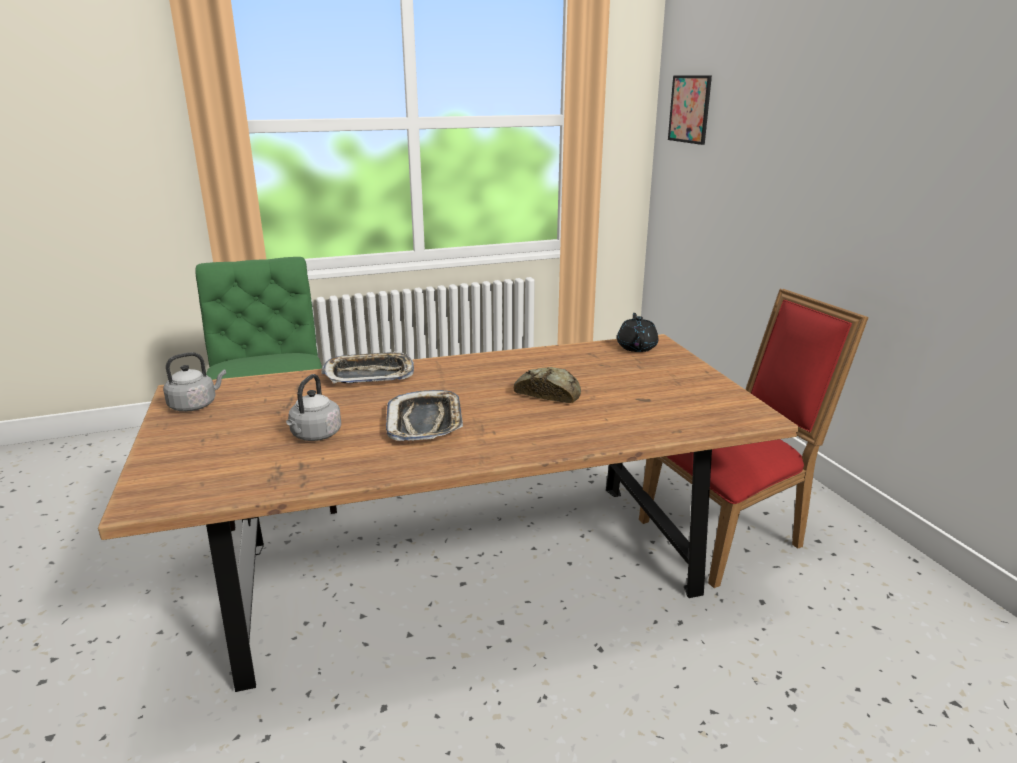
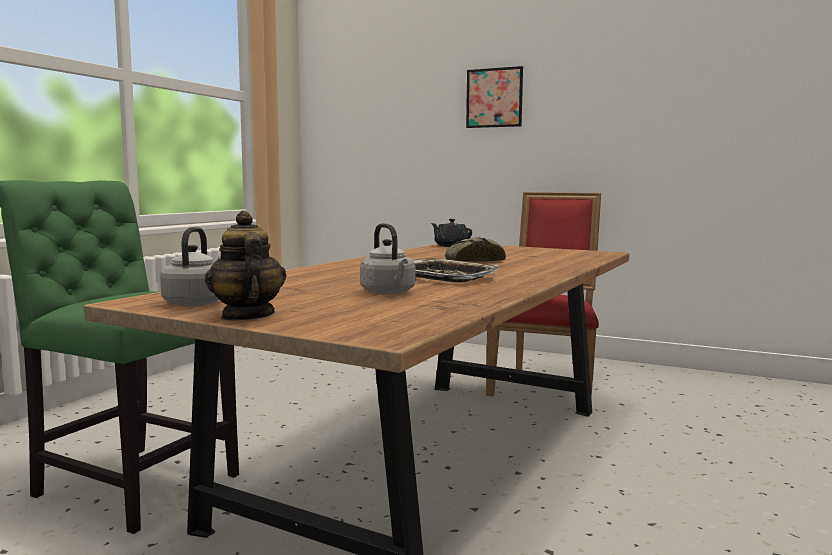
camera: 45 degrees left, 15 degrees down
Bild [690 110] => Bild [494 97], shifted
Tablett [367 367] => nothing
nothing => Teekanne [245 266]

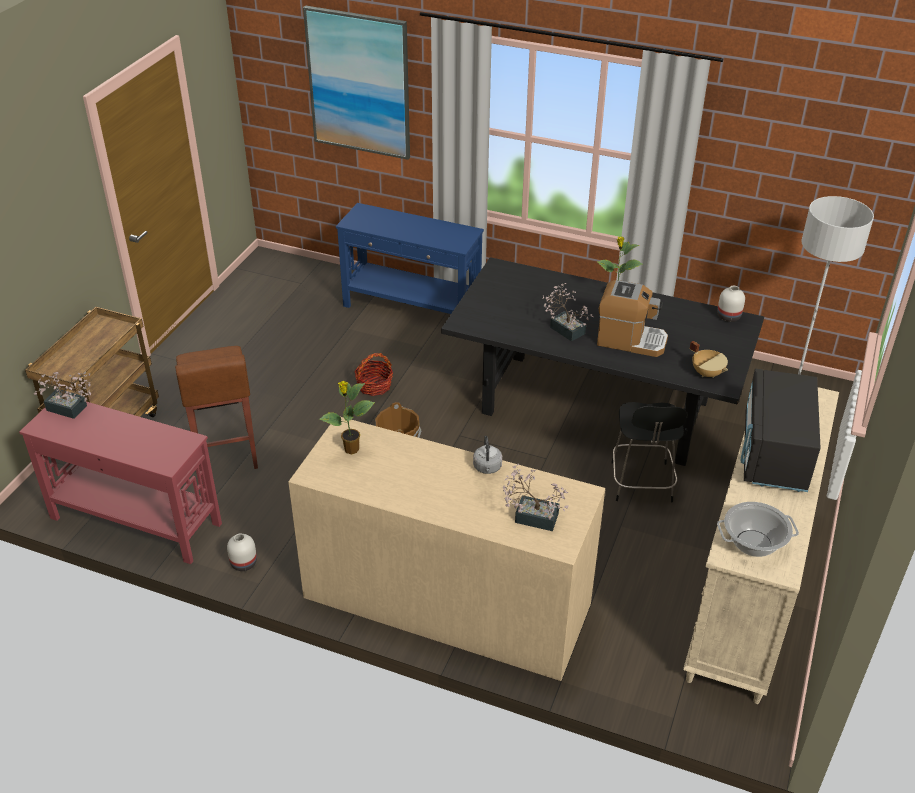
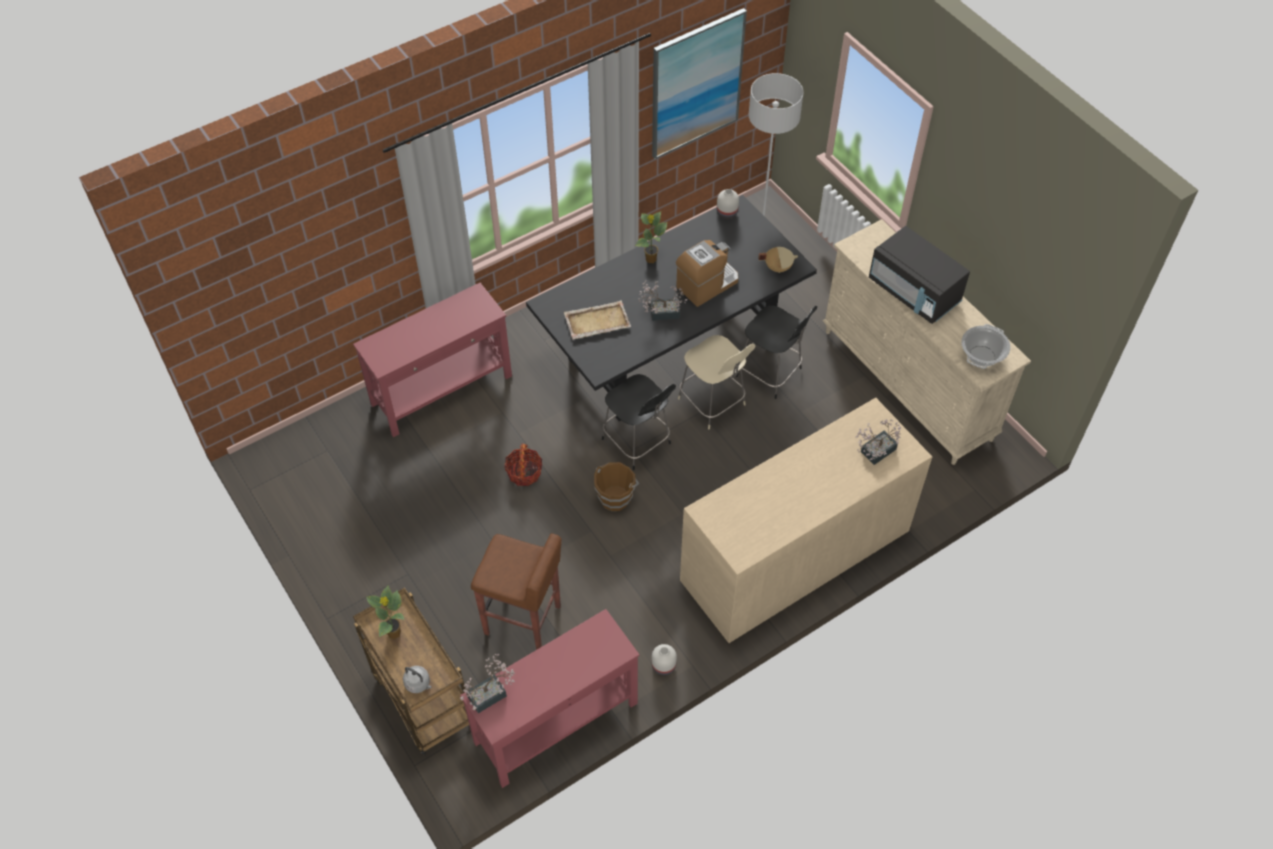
camera: 55 degrees left, 15 degrees up
Bild [356 82] => Bild [699 83], shifted
Konsolentisch (blau) [410 258] => Konsolentisch (rot) [432 360]
Topfpflanze [347 418] => Topfpflanze [385 612], shifted
Wasserkessel (grau) [487 455] => Wasserkessel (grau) [417 679], shifted
nothing => Tablett (beige) [597 319]
nothing => Stuhl (beige) [716 382]
nothing => Stuhl (schwarz) [639 422]

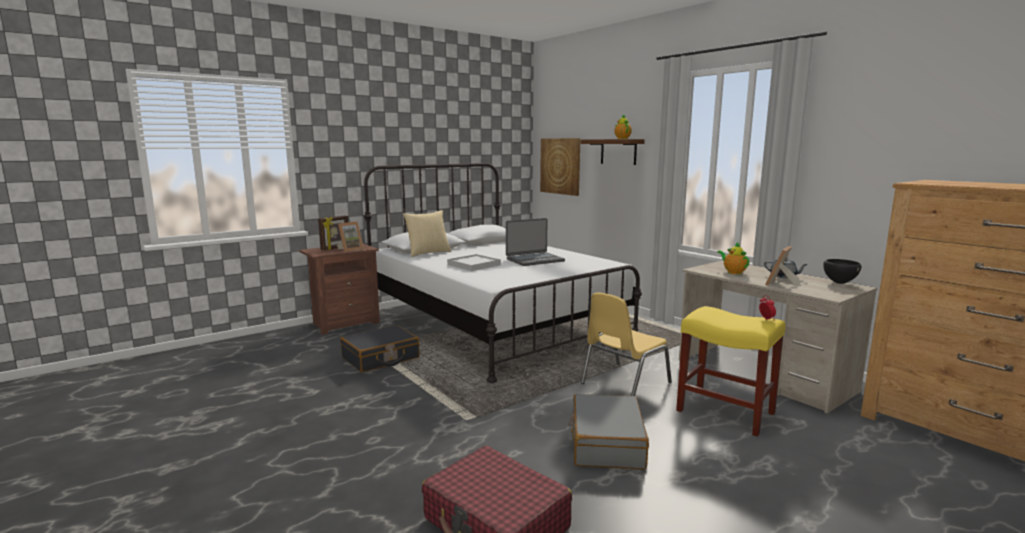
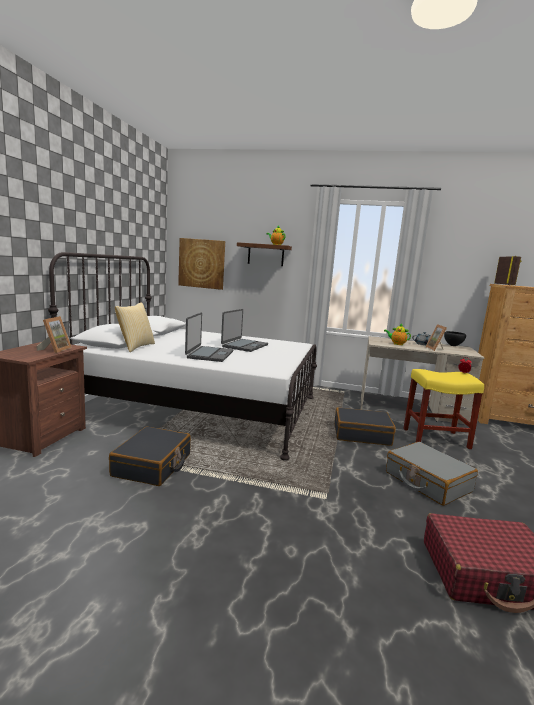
camera: 40 degrees left, 0 degrees up
Bilderrahmen [333 232] => Bilderrahmen [508 270], shifted
Tablett (weiß) [474 262] => Laptop [209 337]
Stuhl (gelb) [626 344] => Koffer (schwarz) [365 426]

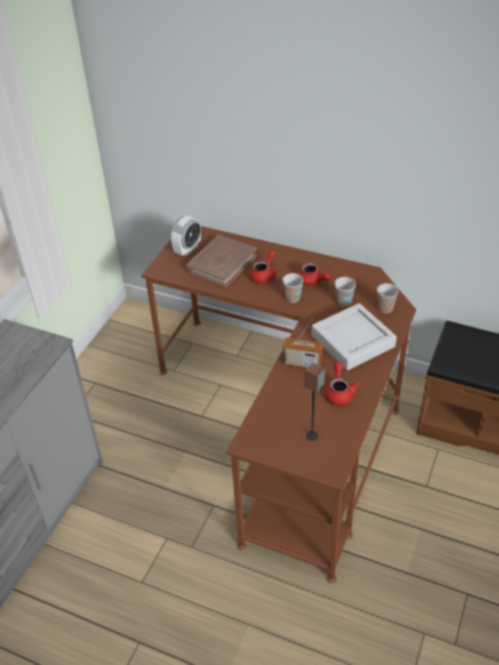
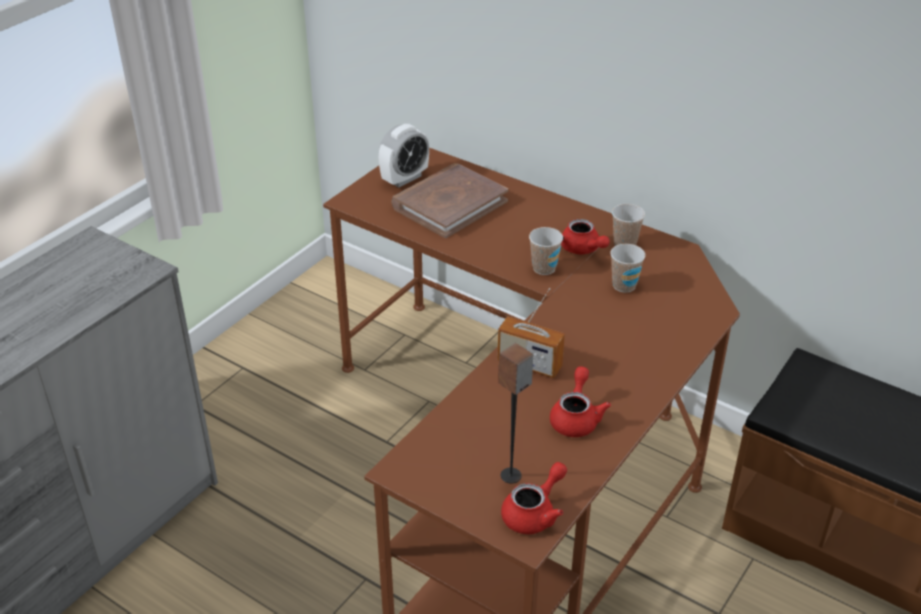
camera: 10 degrees right, 5 degrees down
Teekanne (rot) [263 267] => Teekanne (rot) [534 498], shifted
Tasse [388 298] => Tasse [628 225], shifted
Tablett (grau) [354 336] => nothing

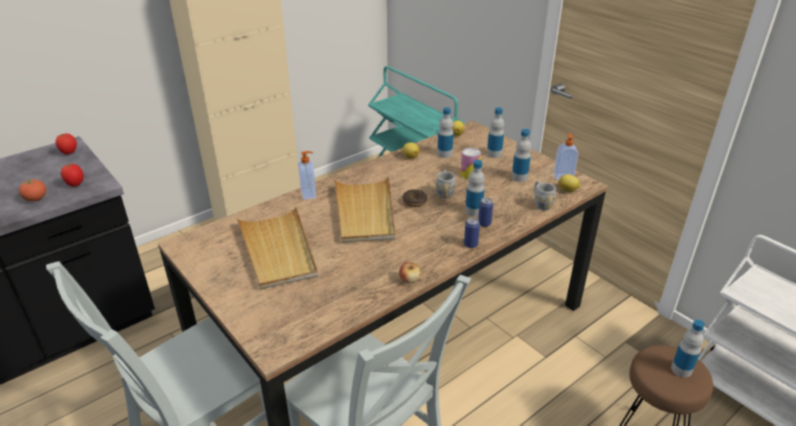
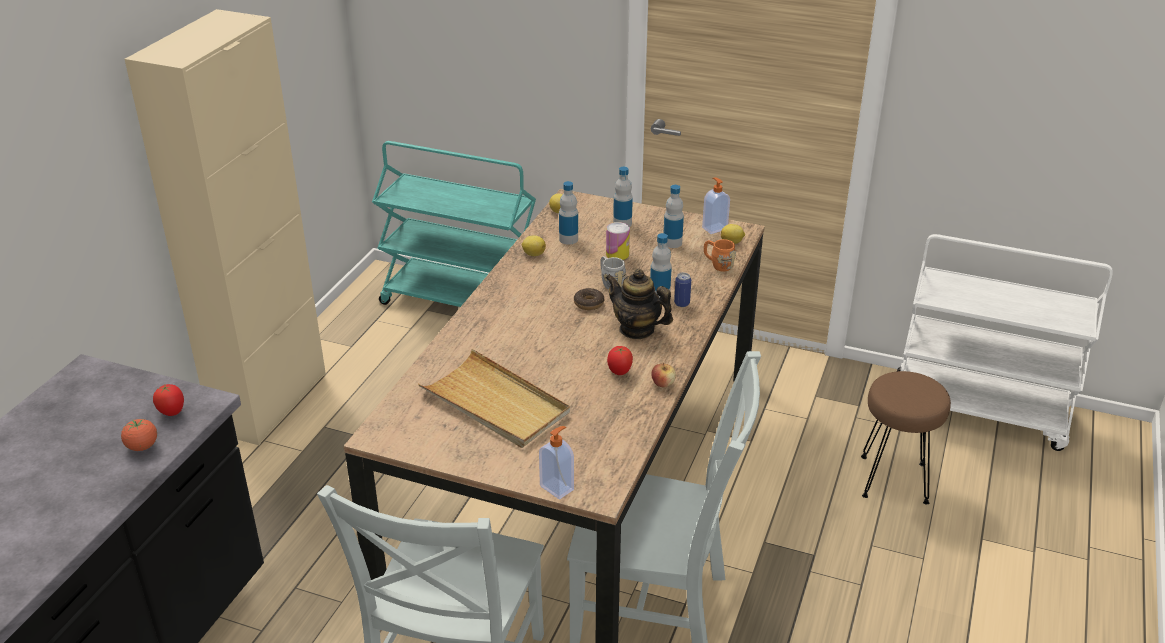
camera: 30 degrees left, 0 degrees up
Tomate [66 143] => Tomate [620 360], shifted
Seifenspender [307 175] => Seifenspender [556 462], shifted
Tablett (beige) [364 209] => nothing
Henkelbecher (grau) [545 195] => Henkelbecher (orange) [720 255]
Dose [472 232] => nothing
Flasche [688 348] => nothing
nothing => Teekanne [639 304]

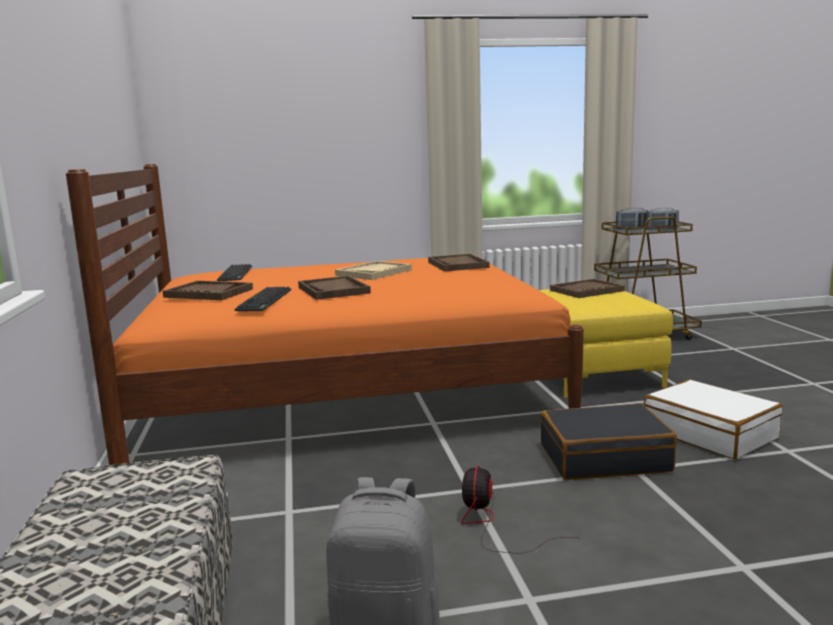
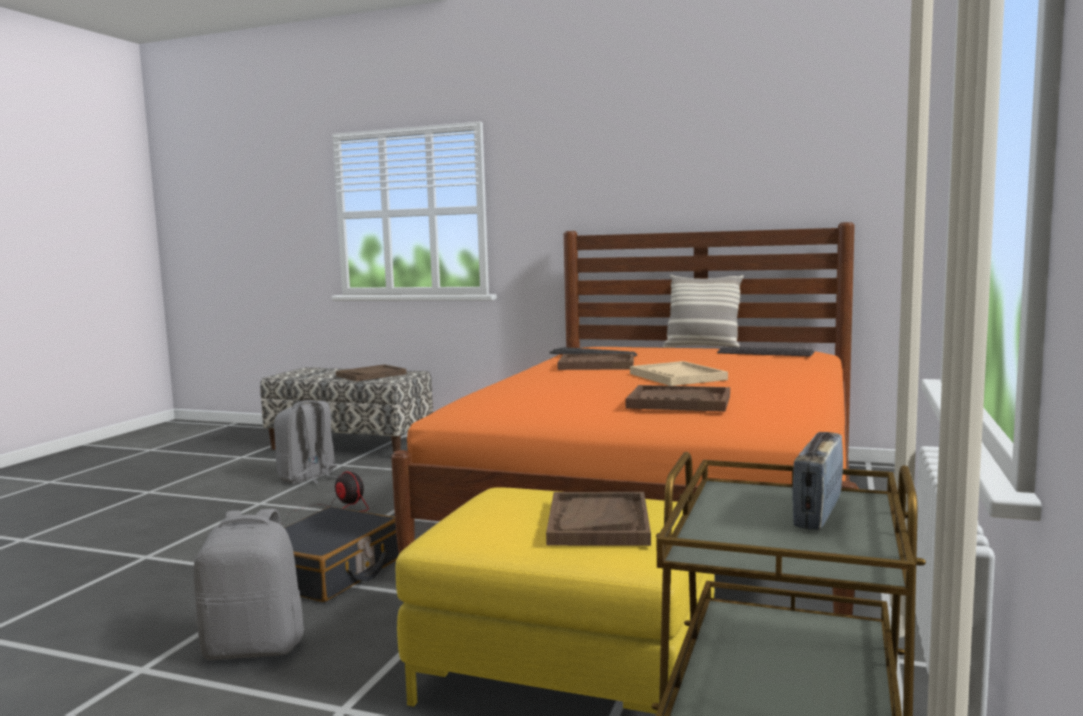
camera: 120 degrees right, 5 degrees down
Radio [662 219] => nothing
Tablett (braun) [208 290] => Tablett (braun) [371 372], shifted
Koffer (weiß) [713 419] => Rucksack (grau) [248 584]
nothing => Kissen [703 311]

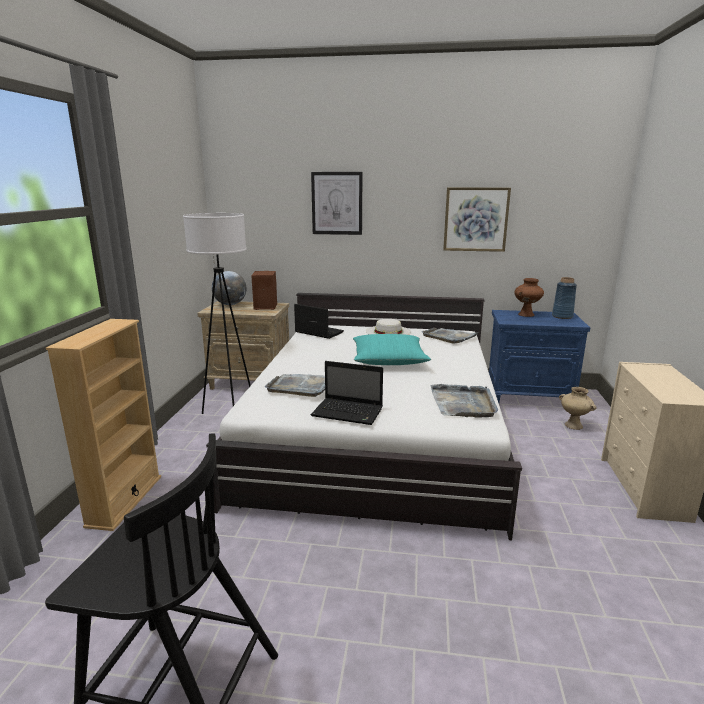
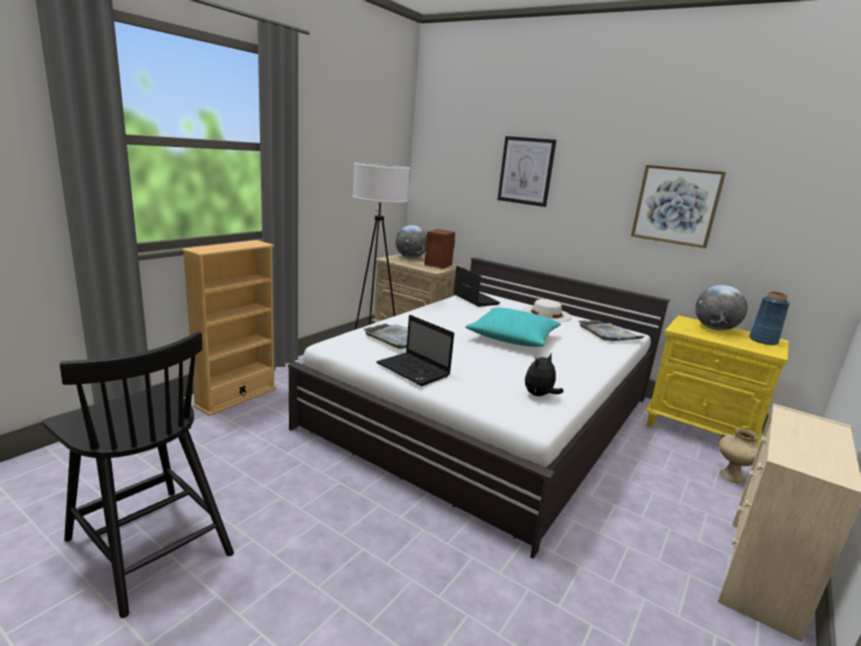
camera: 25 degrees right, 0 degrees up
Vase (braun) [529 297] => Globus [721 308]
Nachttisch (blau) [539 356] => Nachttisch (gelb) [717 380]
Tablett (grau) [464 401] => Plüschtier [544 375]

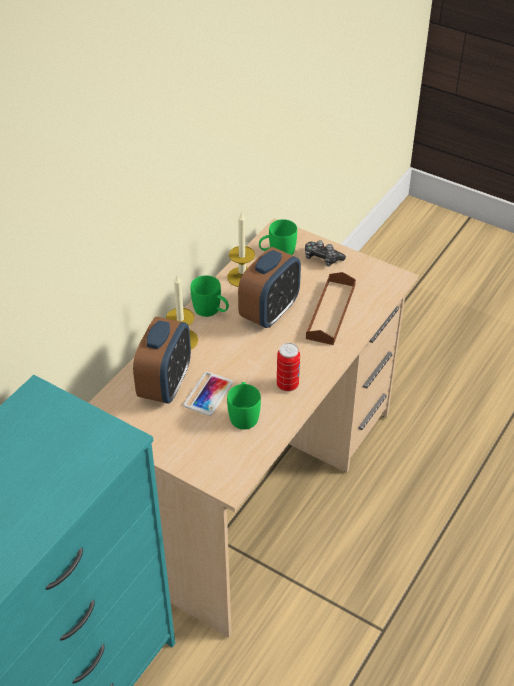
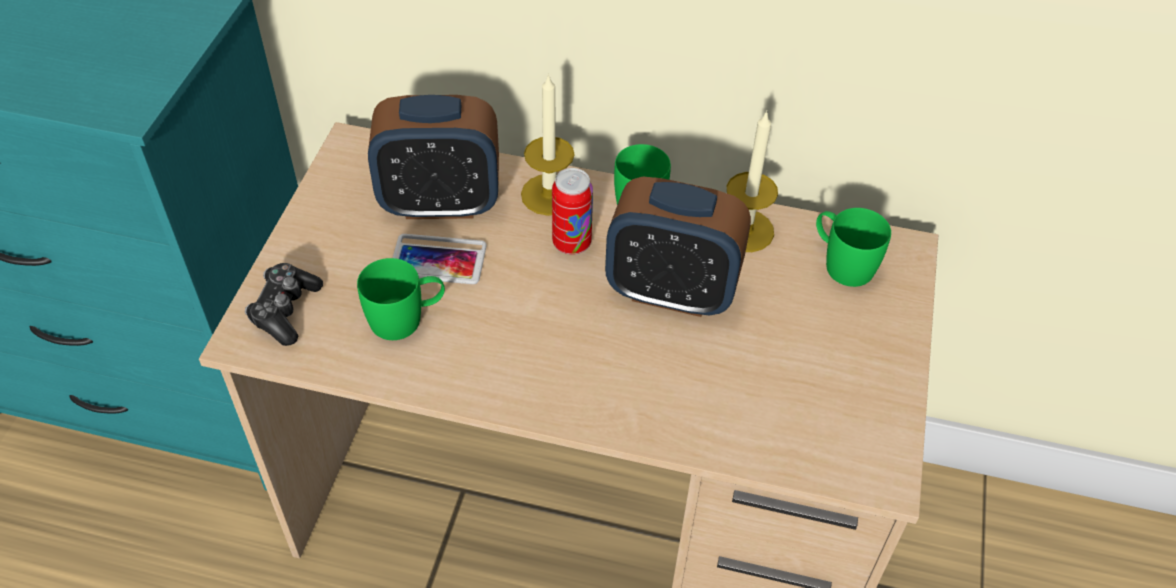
camera: 70 degrees right, 5 degrees up
Gamepad [325 253] => Gamepad [284 304], shifted
Tablett (braun) [331 308] => nothing
Dose [288 367] => Dose [572 211], shifted

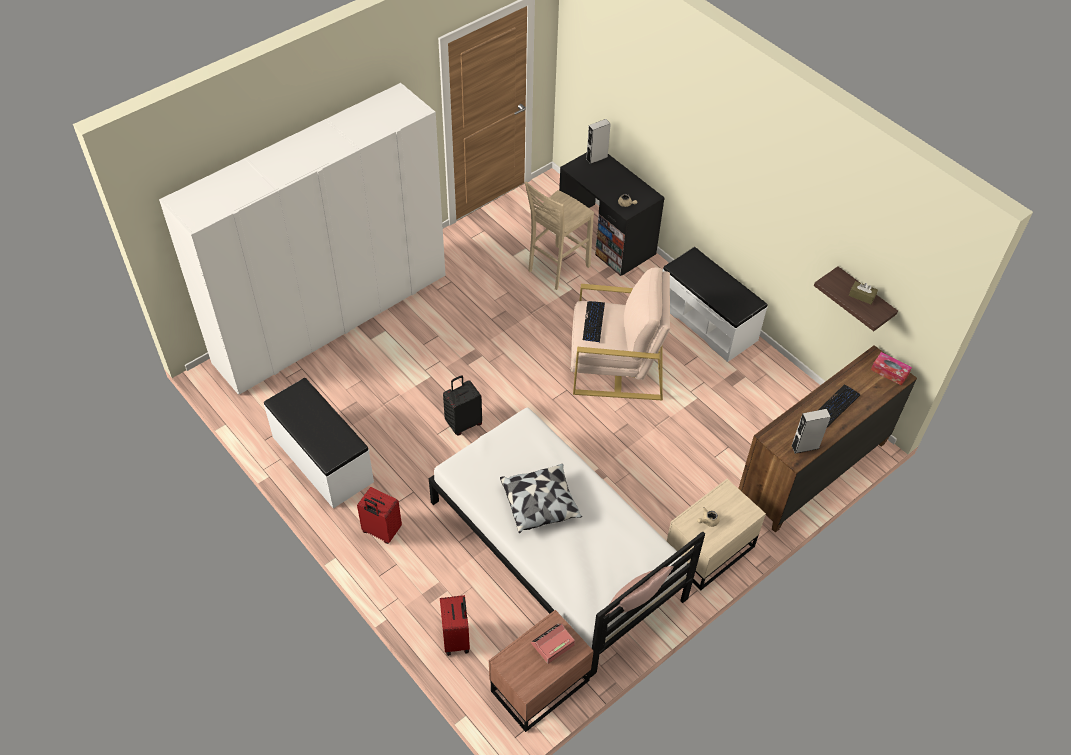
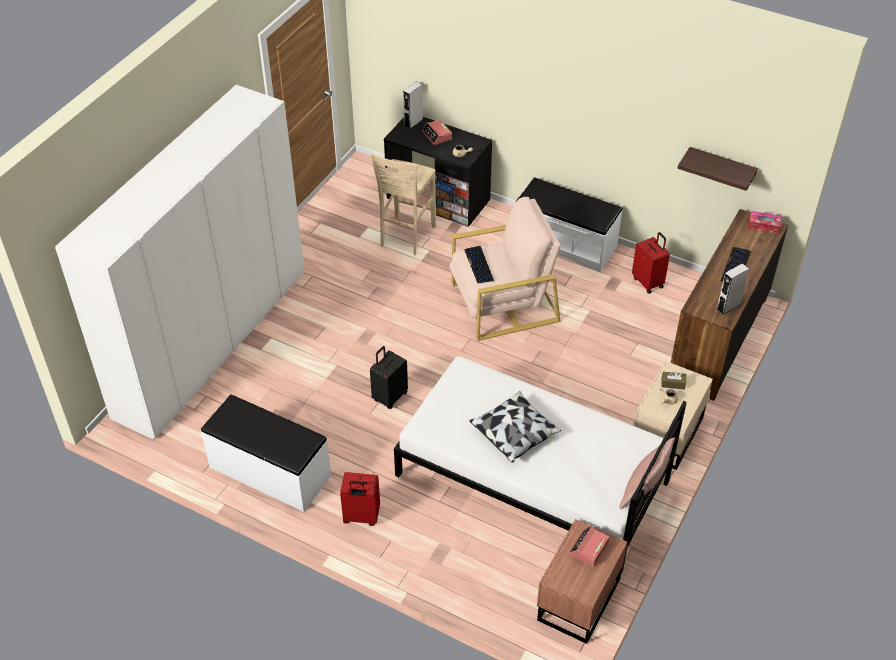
camera: 20 degrees left, 5 degrees down
Taschentuchbox (braun) [863 292] => Taschentuchbox (braun) [673 380], shifted
Koffer (rot) [455 625] => Koffer (rot) [651 263], shifted
nothing => Wecker [437 132]

